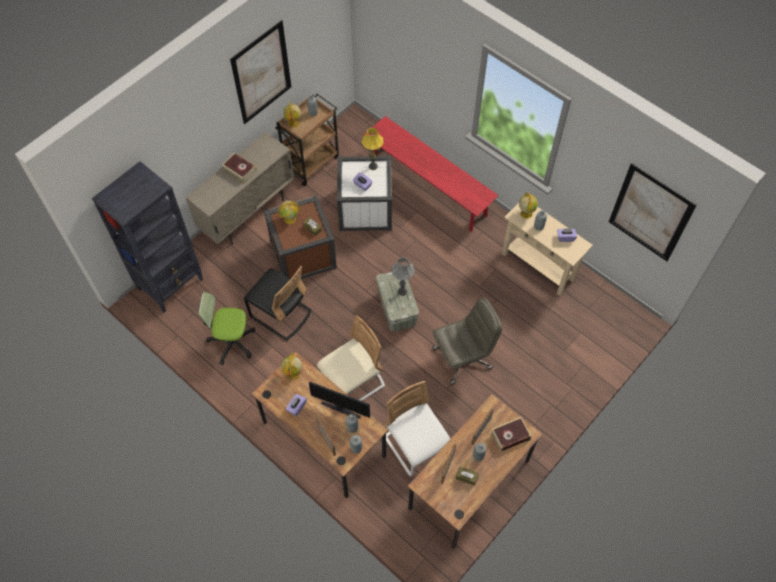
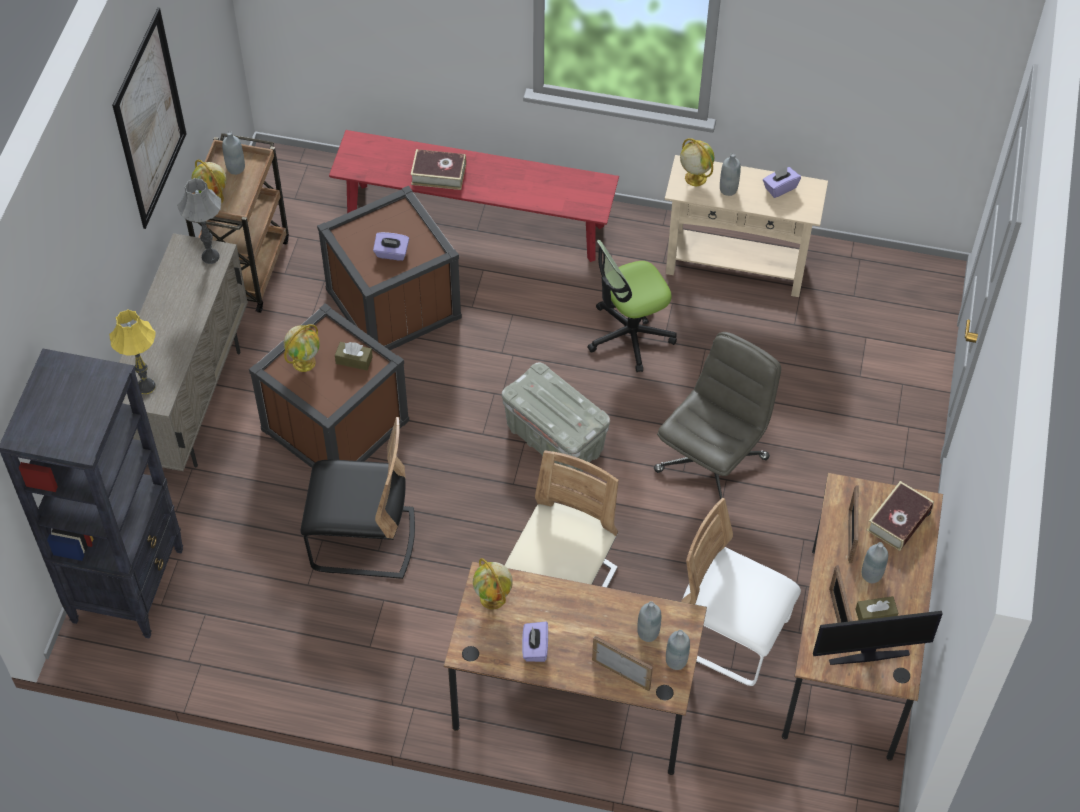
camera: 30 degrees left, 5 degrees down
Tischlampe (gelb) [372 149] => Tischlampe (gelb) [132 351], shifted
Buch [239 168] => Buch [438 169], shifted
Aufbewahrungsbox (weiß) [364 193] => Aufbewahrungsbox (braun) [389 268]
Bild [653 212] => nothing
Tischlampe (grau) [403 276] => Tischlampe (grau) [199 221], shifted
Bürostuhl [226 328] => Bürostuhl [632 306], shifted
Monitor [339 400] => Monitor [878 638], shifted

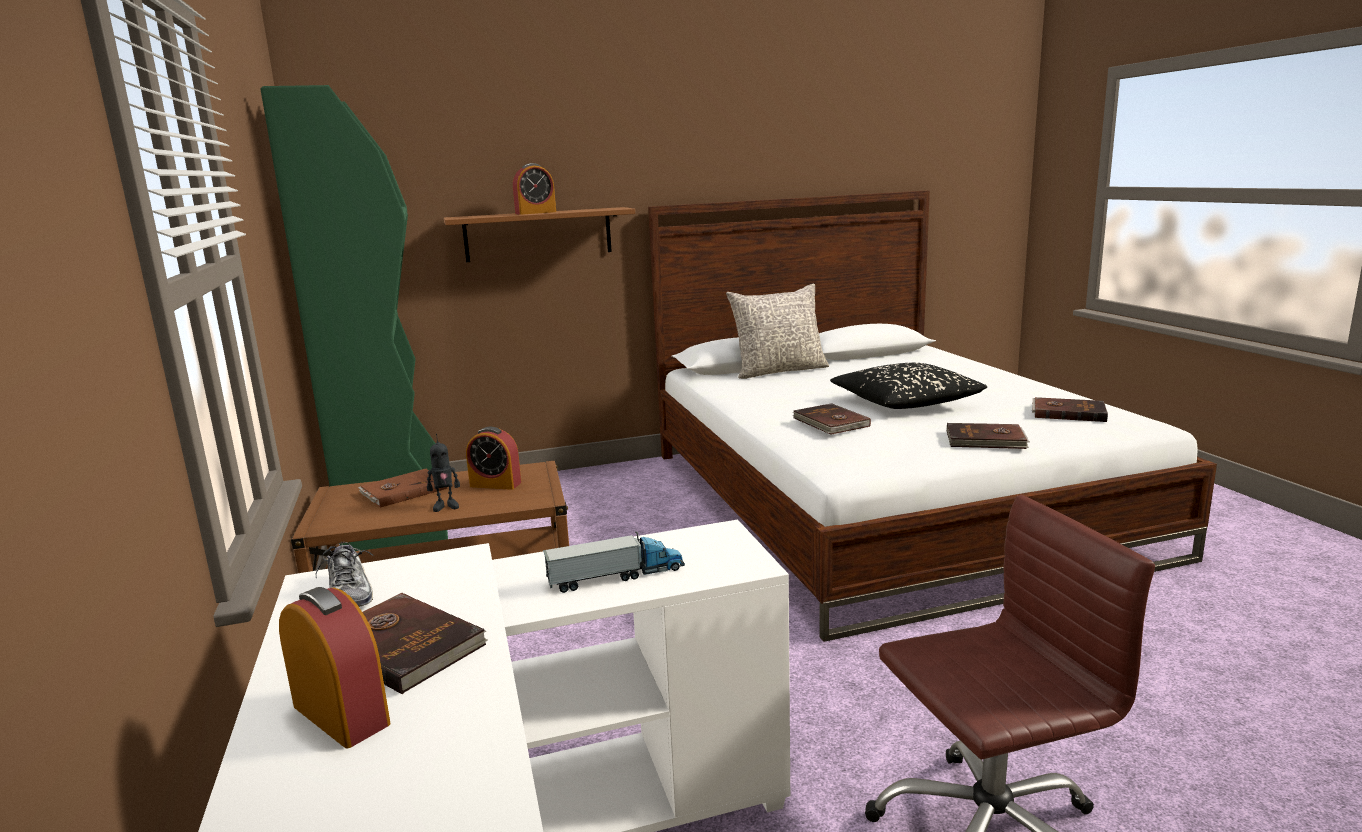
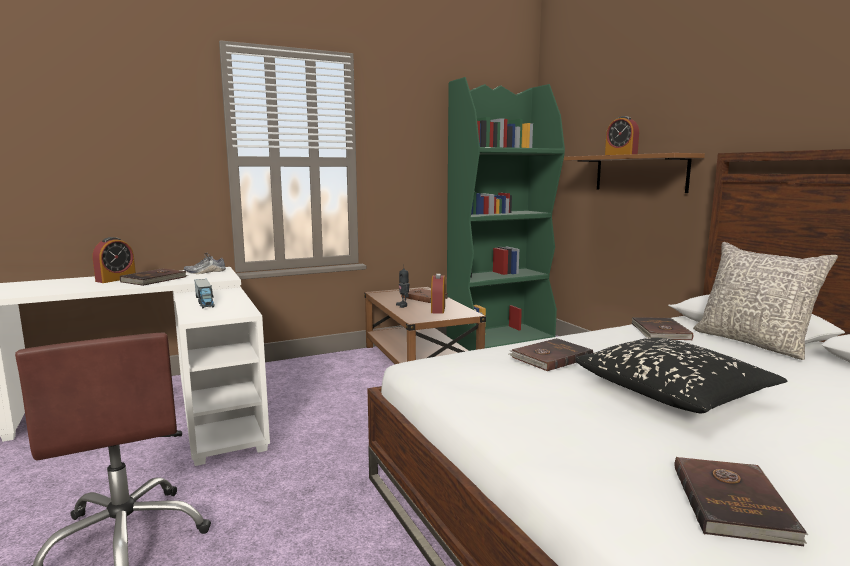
camera: 80 degrees right, 5 degrees down
Buch (braun) [988 436] => Buch (braun) [662 328], shifted

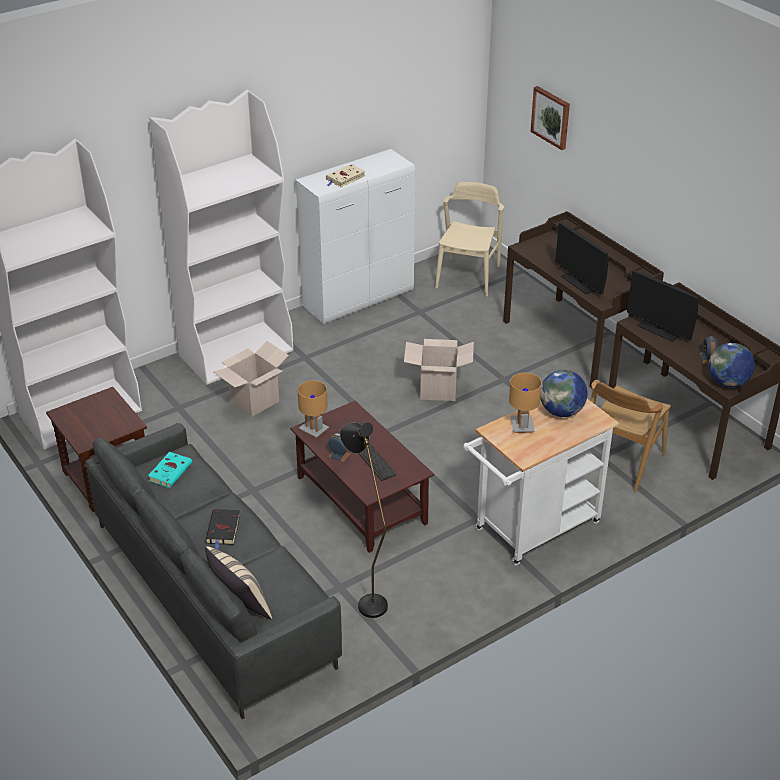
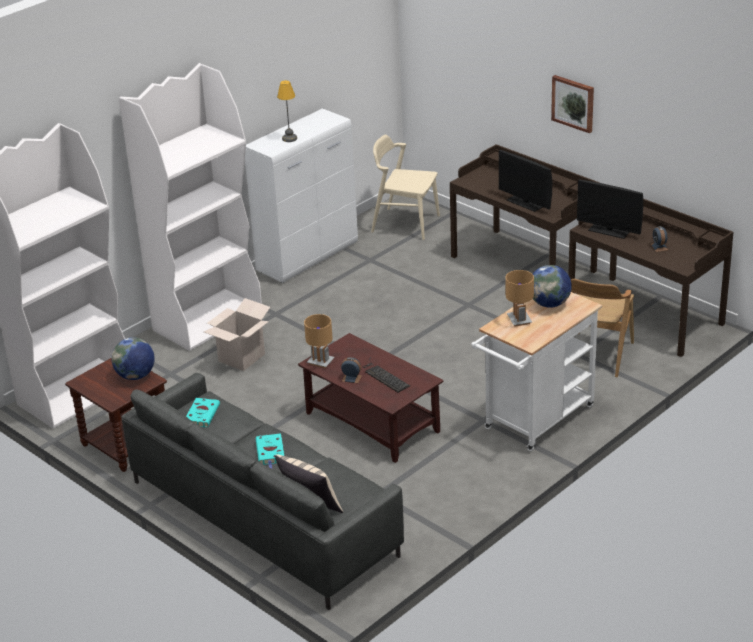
camera: 10 degrees left, 5 degrees down
Bild [550 118] => Bild [572 104], shifted
Buch (beige) [345 175] => Tischlampe [287 111]
Stuhl (beige) [469 239] => Stuhl (beige) [405 187], 75 degrees counterclockwise
Karton [439 370] => nothing
Globus [732 365] => Globus [133 358], shifted
Stehlampe (schwarz) [364 520] => nothing
Buch (schwarz) [222 529] => Buch (türkis) [270 451]

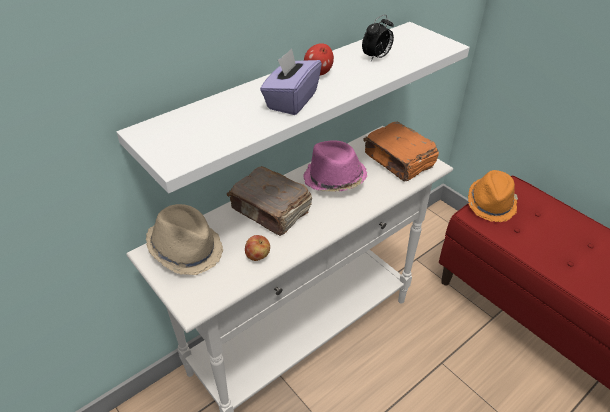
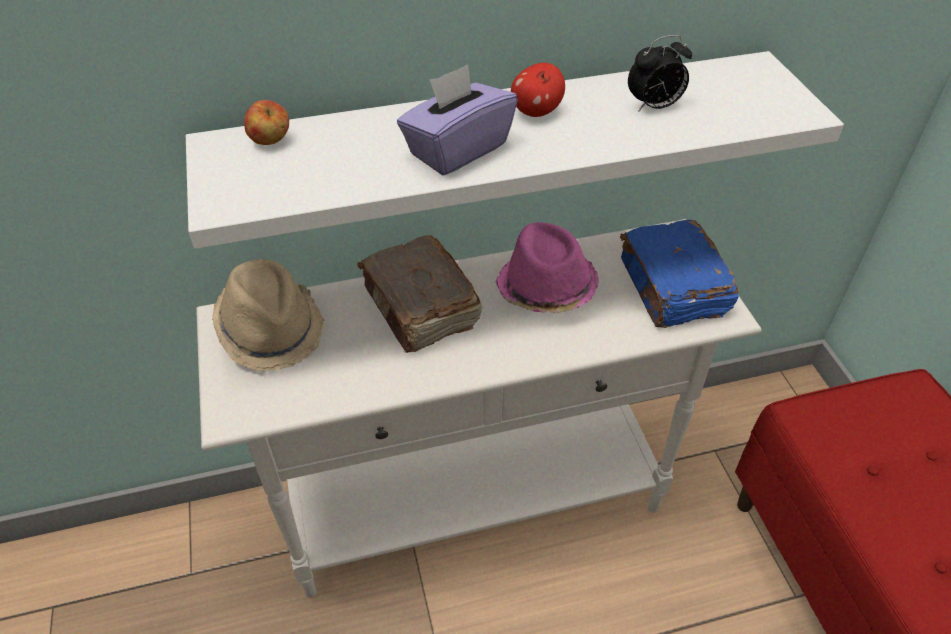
camera: 25 degrees right, 5 degrees up
Buch (orange) [401 152] => Buch (blau) [679 274]
Hut (orange) [493 196] => nothing
Apfel [257 248] => Apfel [266 122], shifted

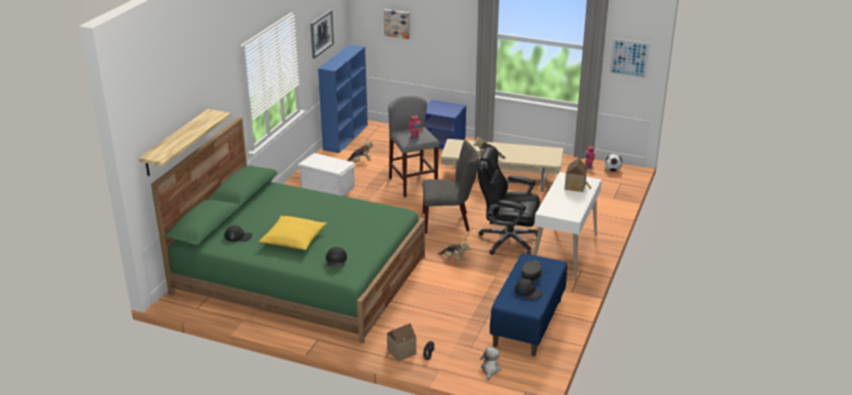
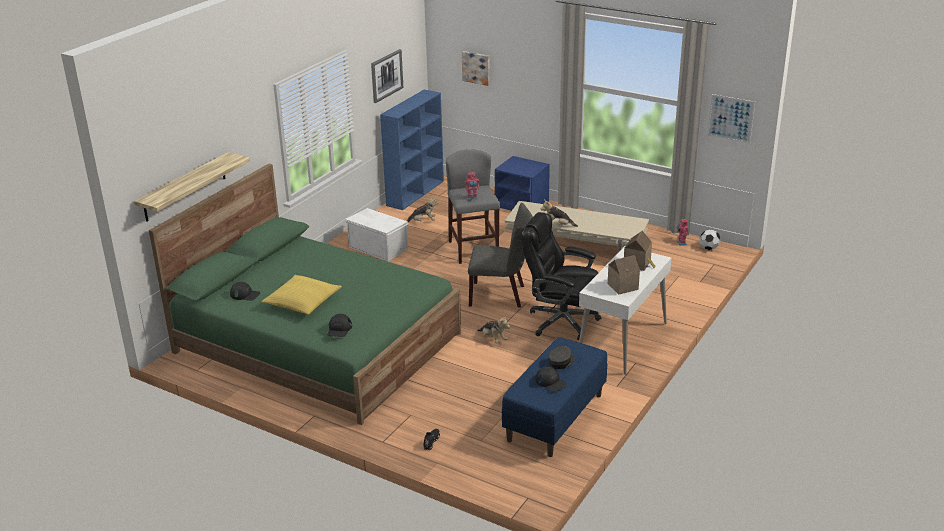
camera: 10 degrees right, 0 degrees up
Spielzeughaus [402 342] => Spielzeughaus [624 274], shifted
Plüschtier [490 363] => nothing

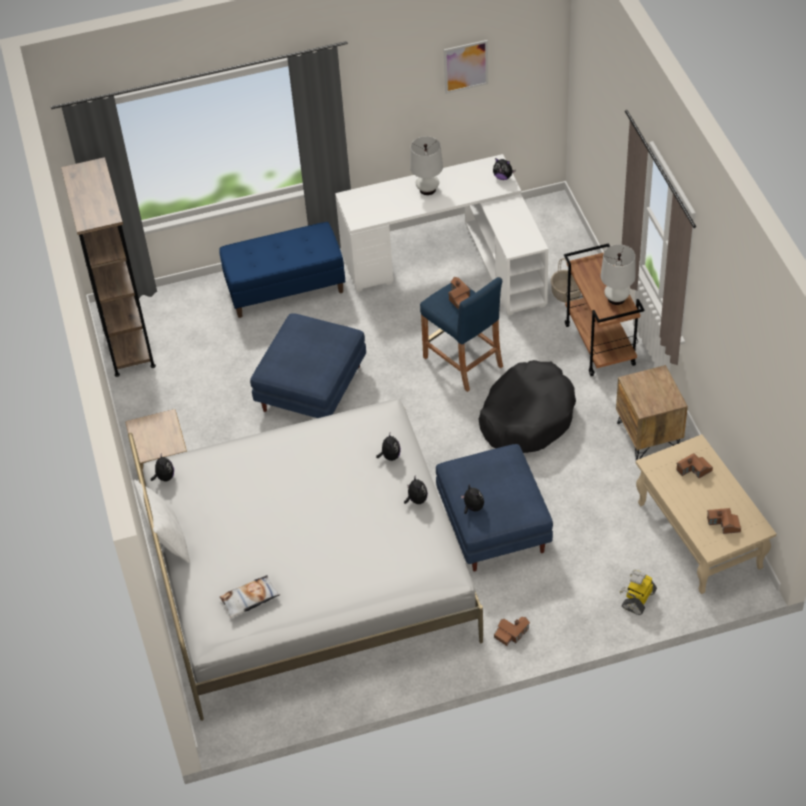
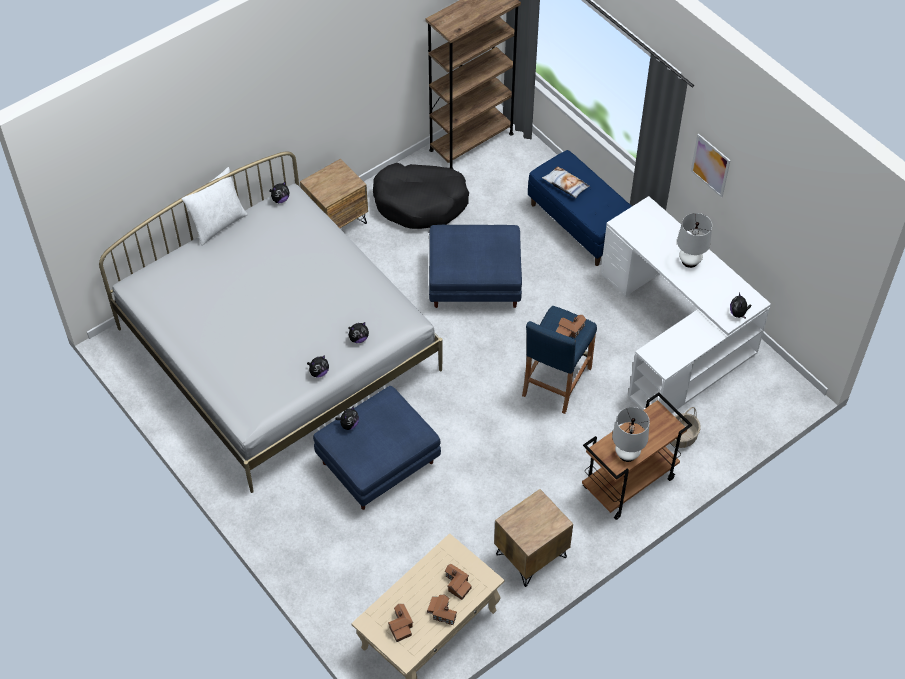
camera: 65 degrees right, 5 degrees up
Bild [466 67] => Bild [711 166], shifted
Hundebett (schwarz) [527 406] => Hundebett (schwarz) [421 196], shifted
Spielzeugroboter [638 592] => nothing
Kissen [250 596] => Kissen [566 182], shifted
Spielzeughaus [512 631] => Spielzeughaus [442 609], shifted

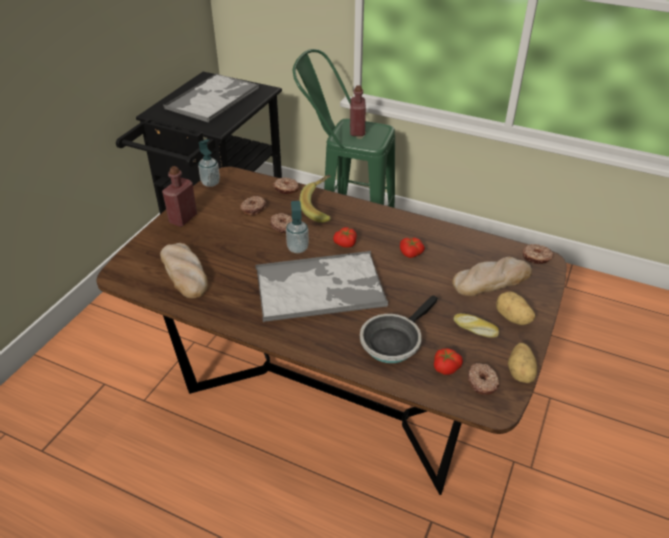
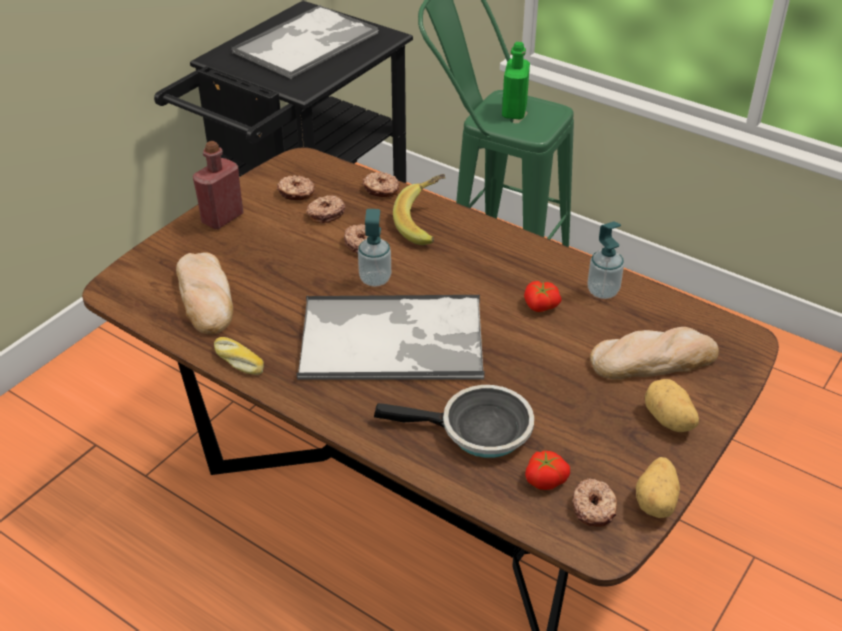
camera: 10 degrees right, 0 degrees up
Flasche (rot) [358 110] => Flasche (grün) [516 80]
Seifenspender [209 163] => Seifenspender [606 260], shifted
Tomate [345 237] => nothing
Donut [538 254] => Donut [296 187], shifted
Pfanne [399 329] => Pfanne [454 421], 135 degrees counterclockwise
Brot [476 325] => Brot [239 356], shifted

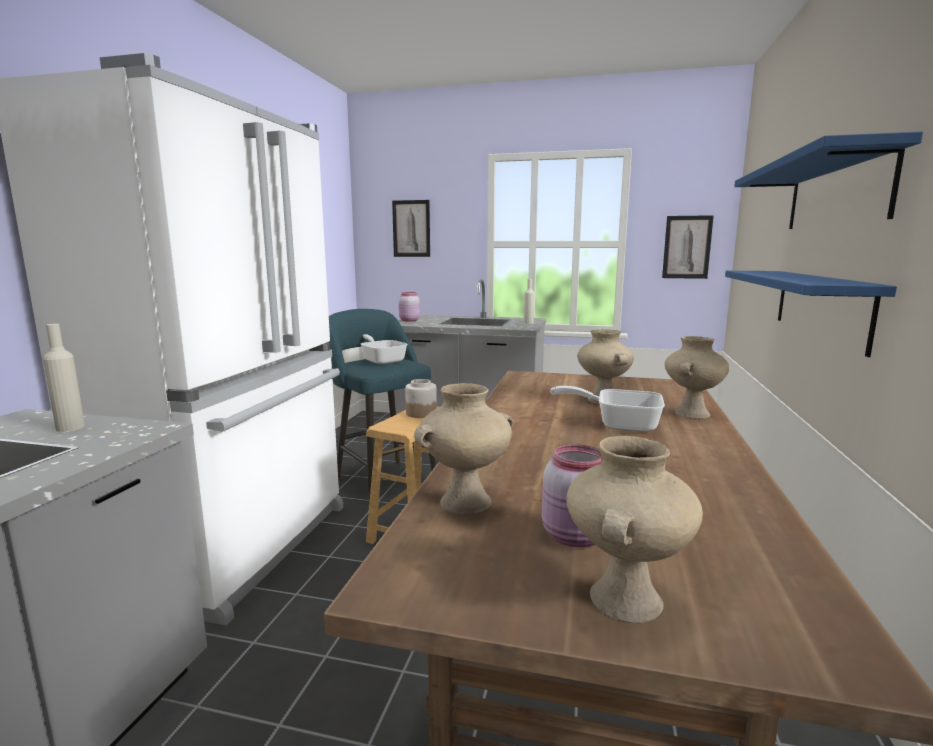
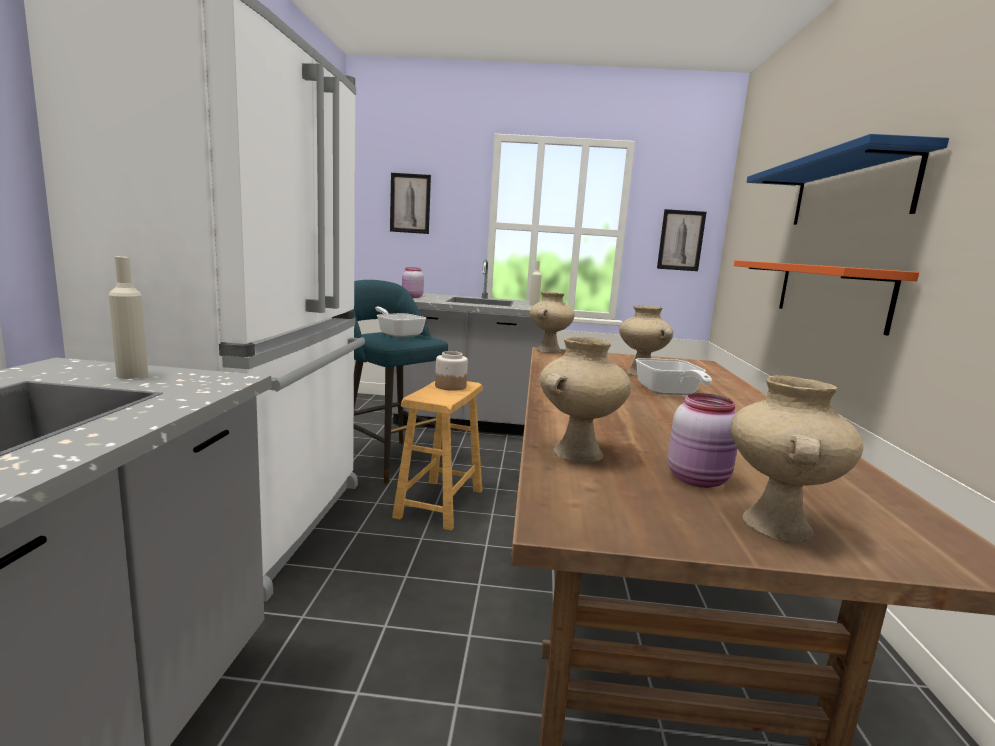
camera: 10 degrees left, 0 degrees up
Wandregal (blau) [811 314] => Wandregal (orange) [826 298]
Vase (beige) [697 377] => Vase (beige) [552 322], shifted
Pfanne [607 409] => Pfanne [673 376], 105 degrees counterclockwise

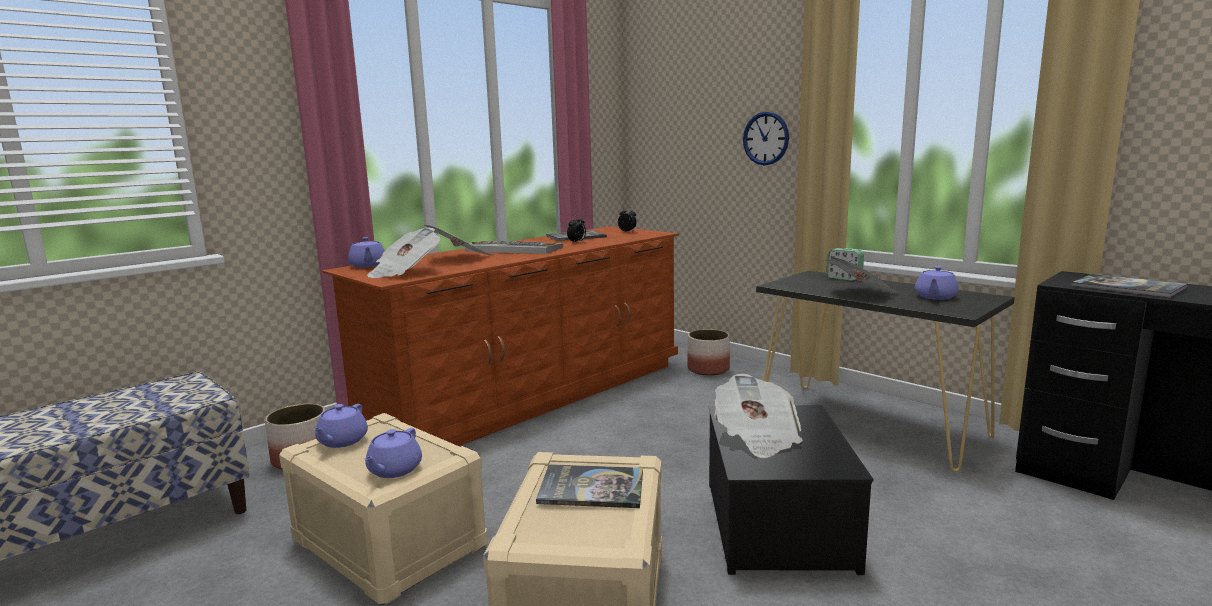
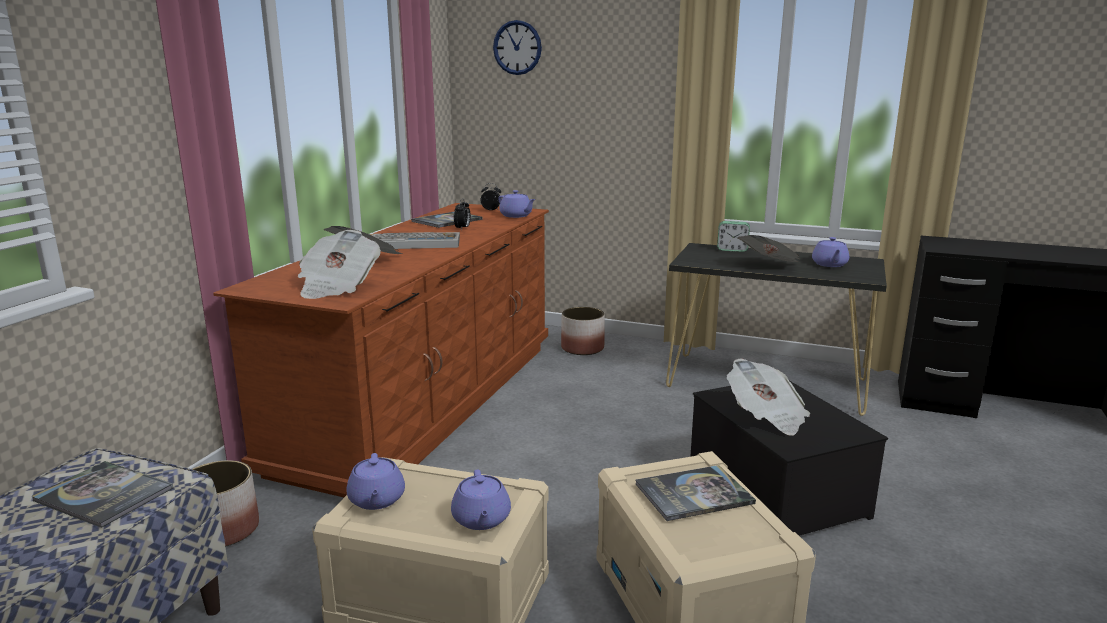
camera: 25 degrees left, 5 degrees up
Wanduhr [766 138] => Wanduhr [517 47], shifted
Teekanne (lila) [366 252] => Teekanne (lila) [517 204], shifted
Buch [1129 285] => Buch [102 494], shifted

